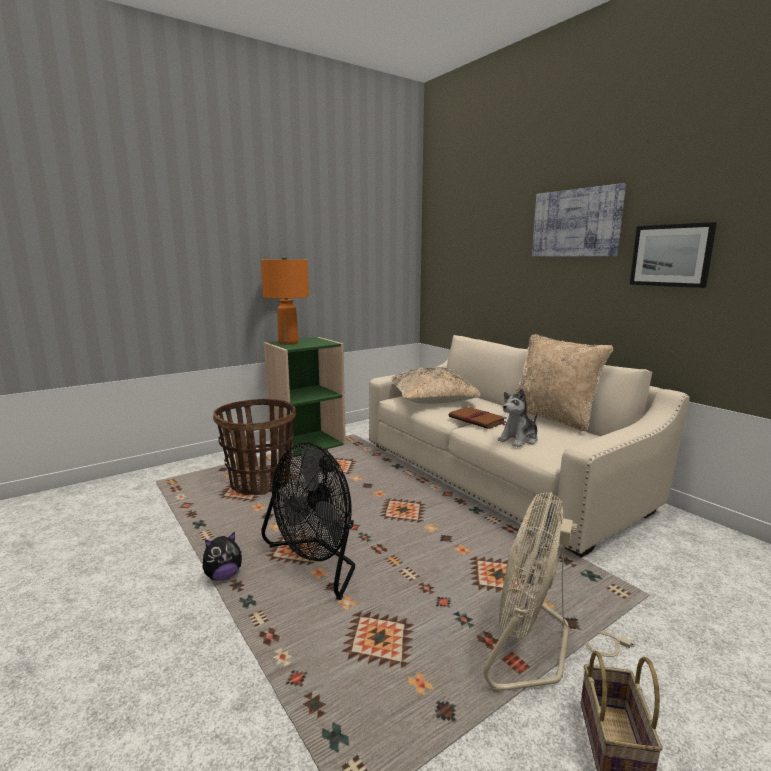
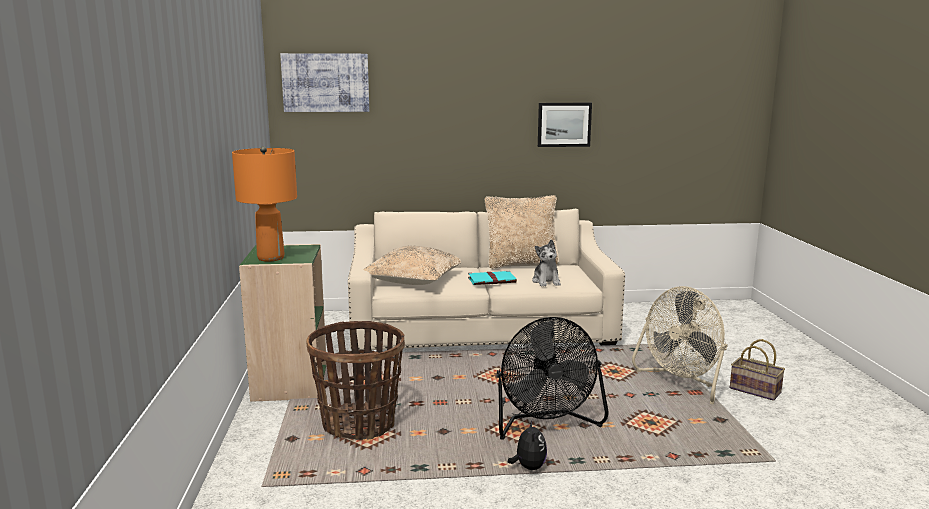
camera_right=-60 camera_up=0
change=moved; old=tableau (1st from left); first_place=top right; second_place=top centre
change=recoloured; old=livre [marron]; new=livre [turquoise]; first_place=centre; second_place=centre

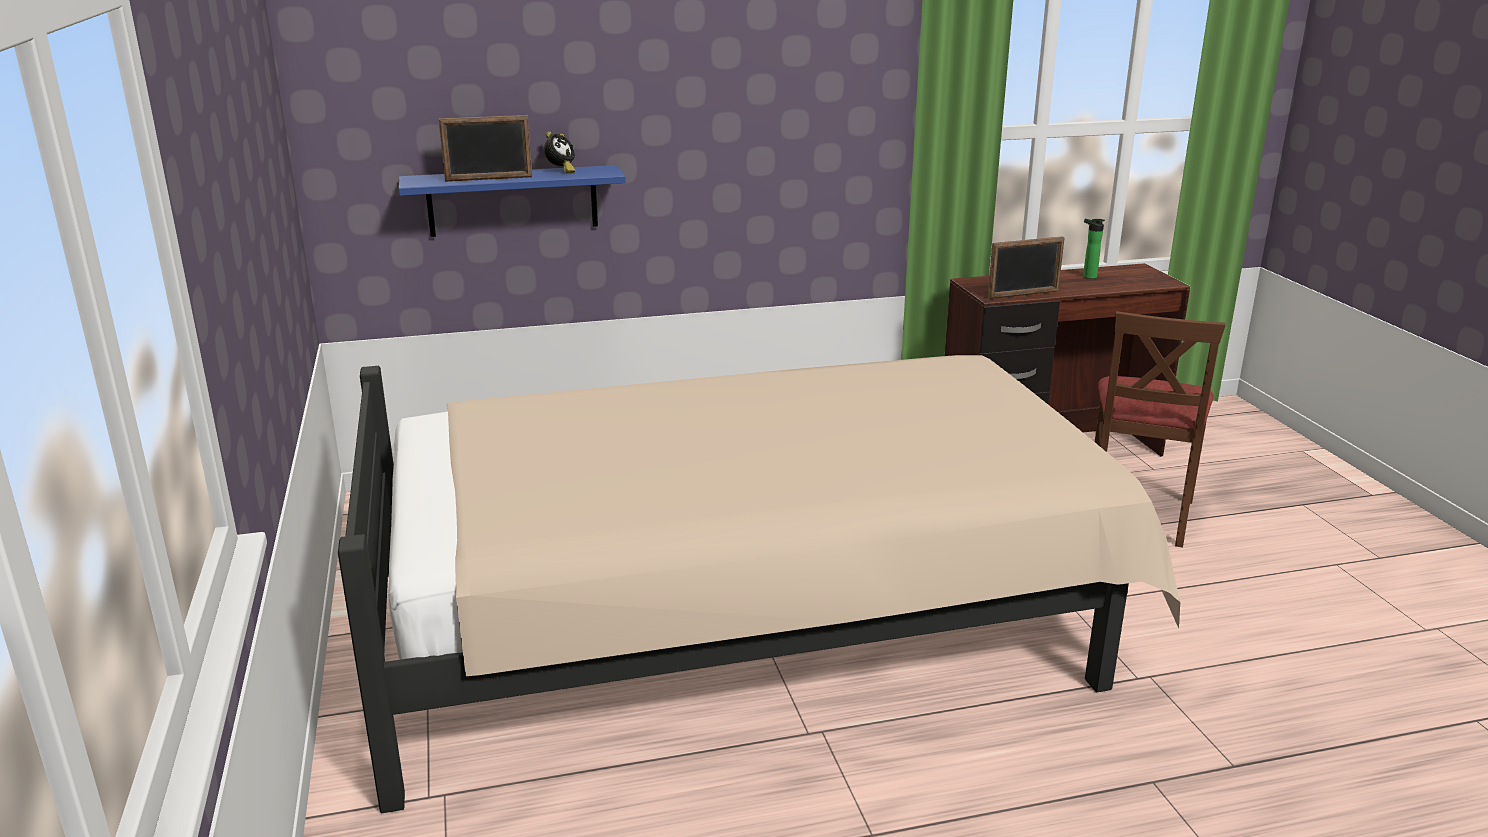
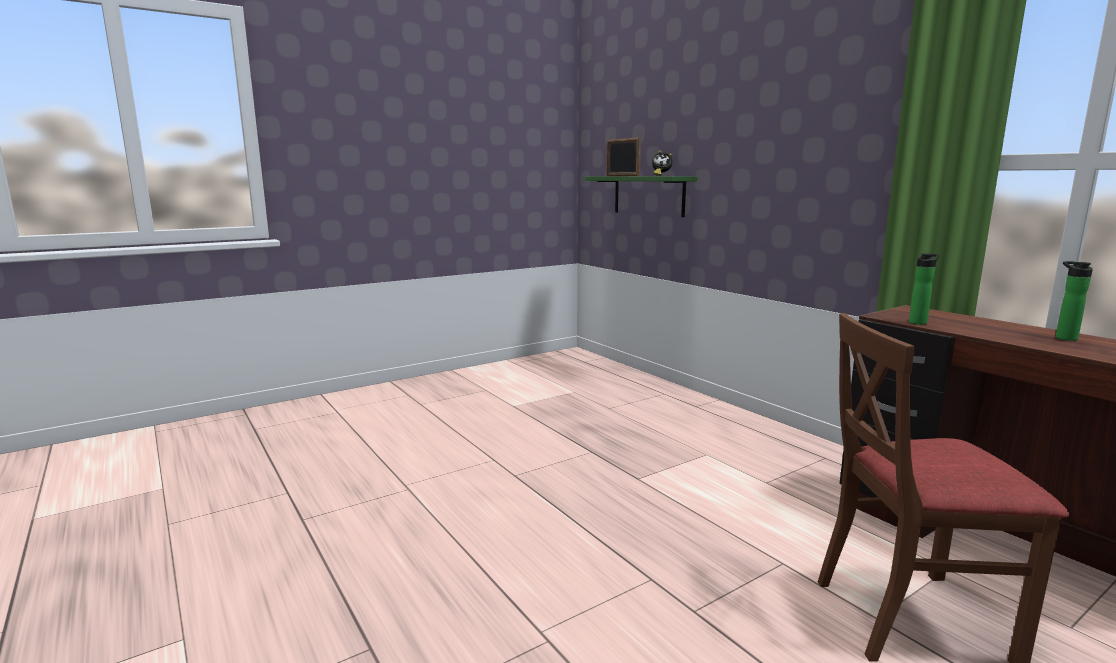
camera_right=70 camera_up=-10
change=recoloured; old=étagère [bleu]; new=étagère [vert]; first_place=top centre; second_place=top centre
change=replaced; old=cadre photo (2nd from left); new=bouteille (1st from left); first_place=top right; second_place=middle right
change=removed; old=lit [beige]; first_place=bottom centre

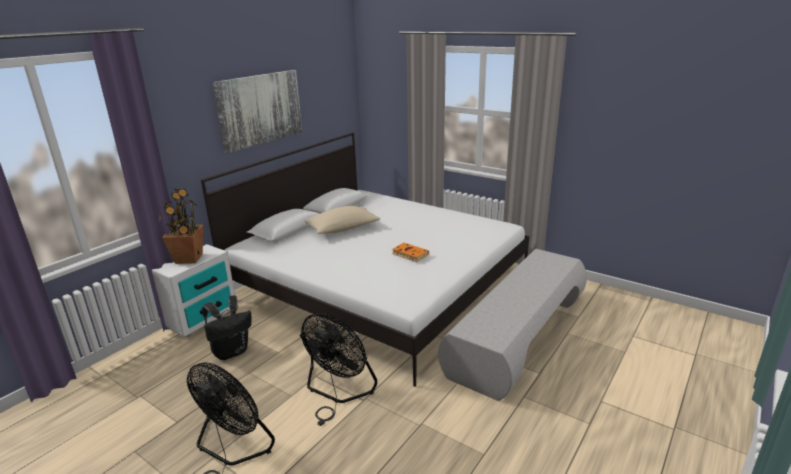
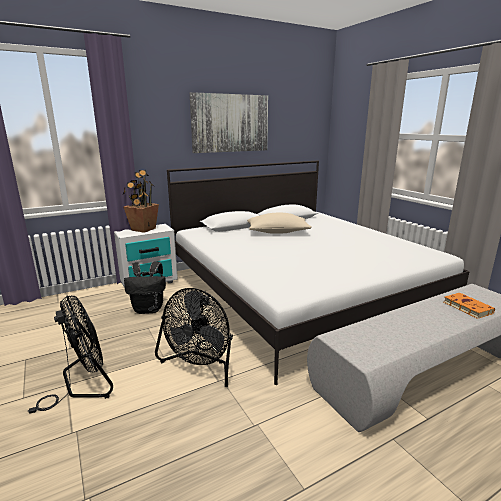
camera_right=25 camera_up=-5
change=moved; old=livre [orange]; first_place=centre; second_place=middle right
change=turned; old=ventilateur [noir] (2nd from left); first_place=bottom centre; second_place=bottom centre; degrees=150

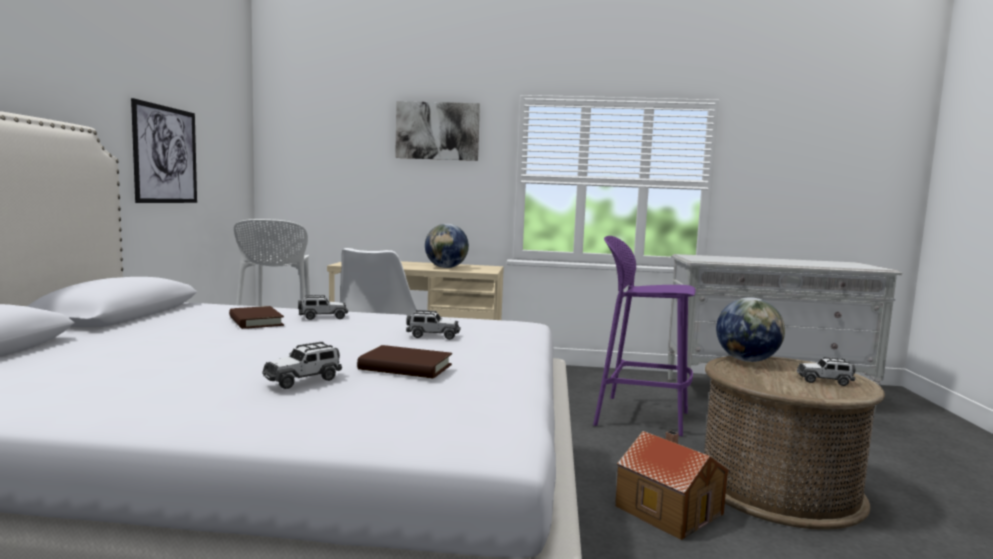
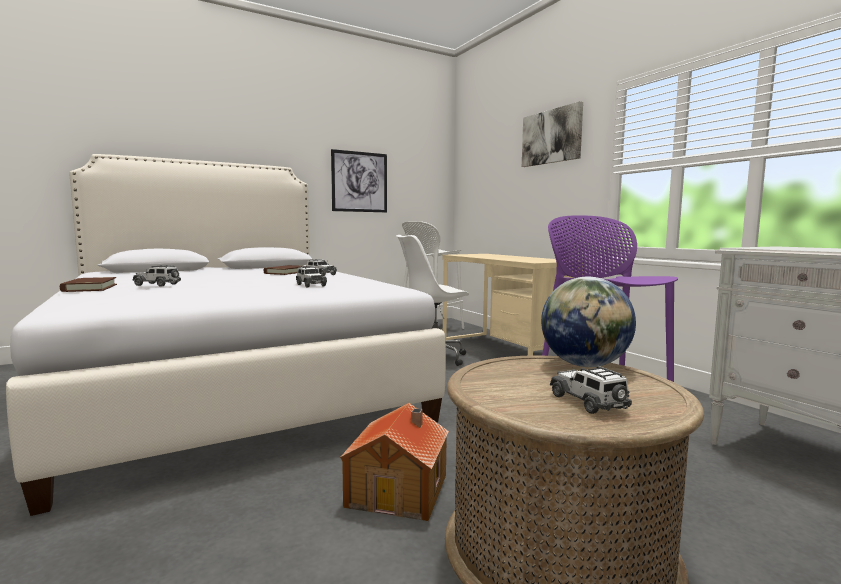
camera_right=55 camera_up=0
change=removed; old=globe (1st from left); first_place=centre
change=moved; old=livre [marron] (2nd from left in the first image); new=livre [marron] (1st from left); first_place=centre; second_place=middle left

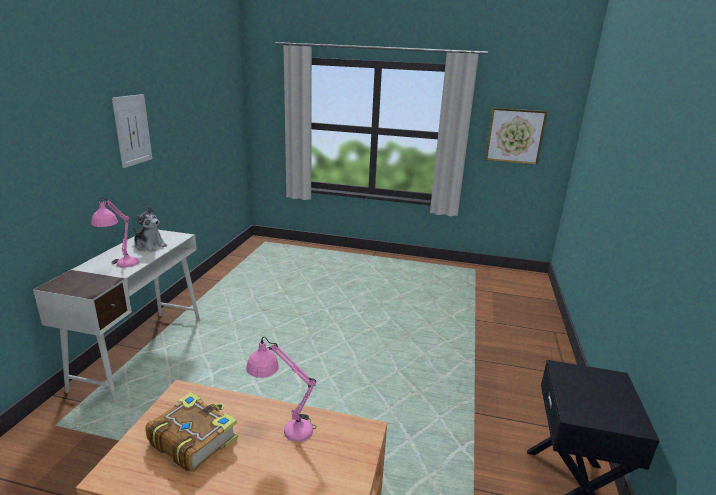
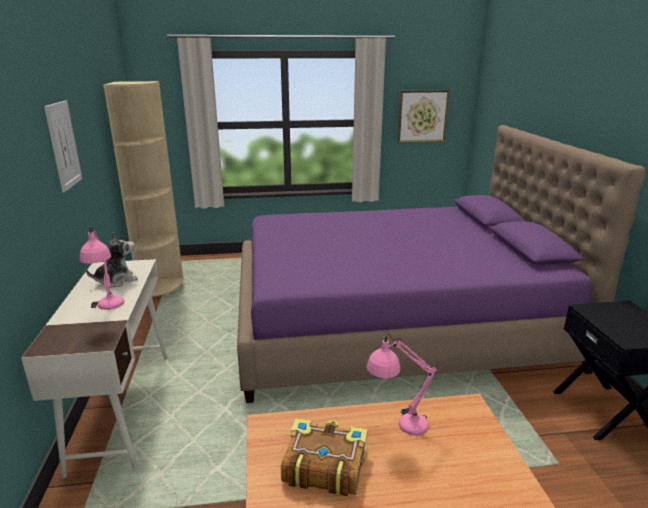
camera_right=-20 camera_up=0
change=turned; old=peluche; first_place=middle left; second_place=middle left; degrees=-45
change=added; new=bibliothèque [beige]; second_place=middle left
change=added; new=lit [violet]; second_place=middle right

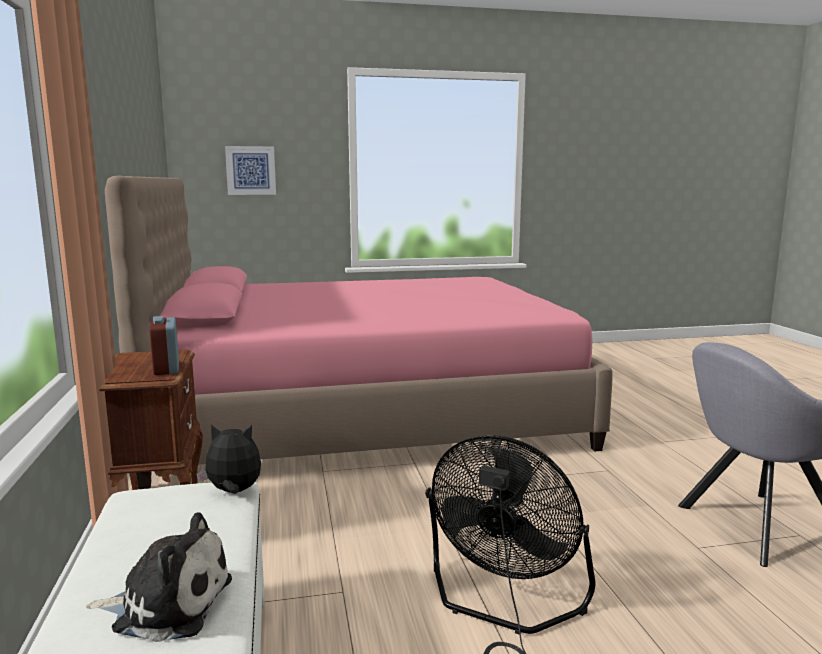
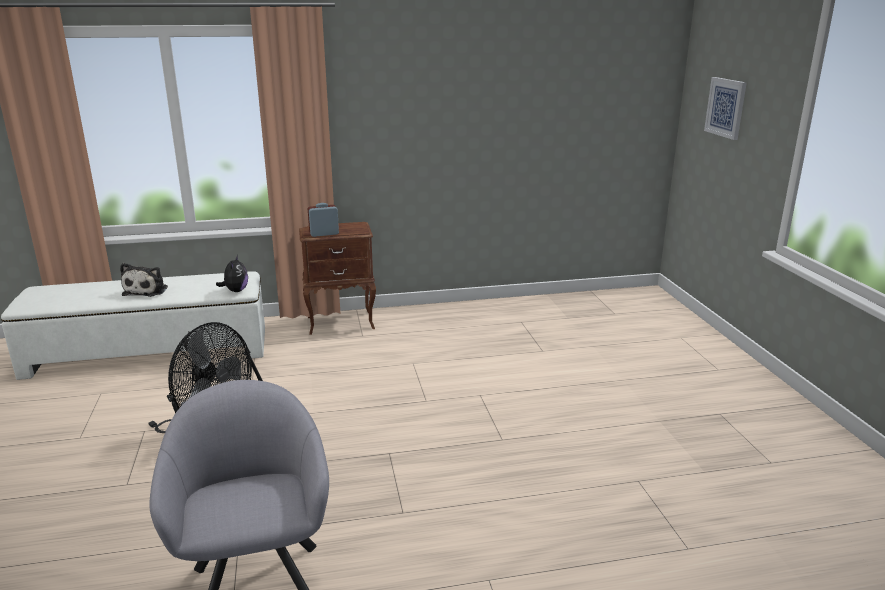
camera_right=90 camera_up=10
change=removed; old=lit [rose]; first_place=centre

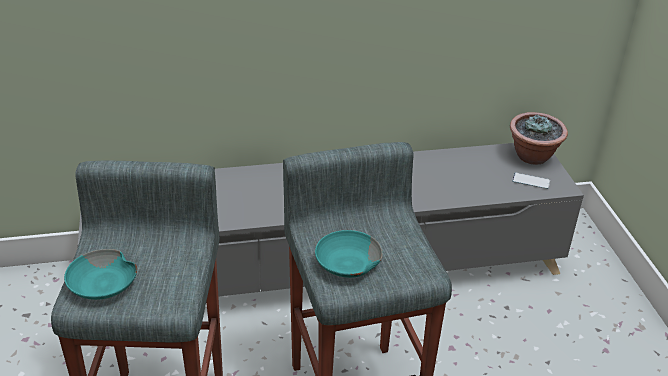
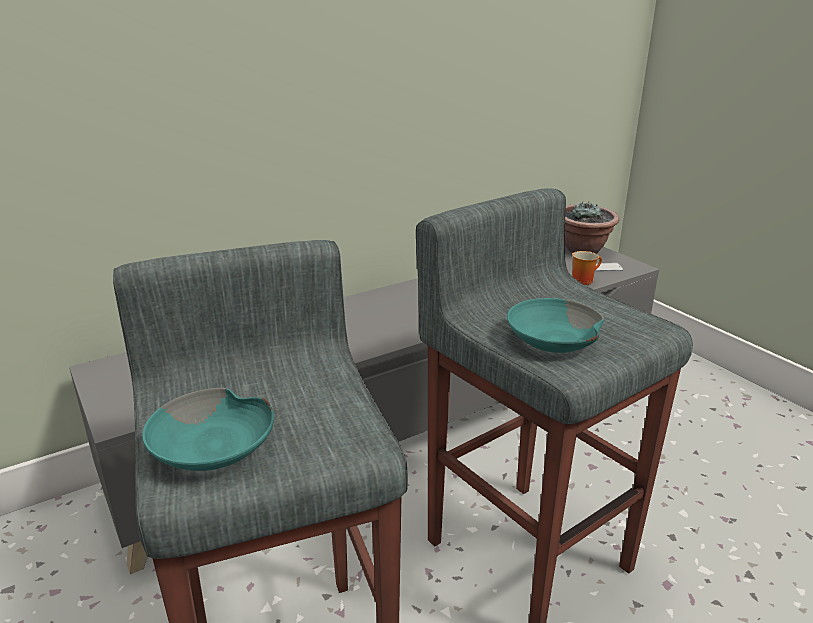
camera_right=-20 camera_up=-10
change=added; new=mug; second_place=middle right

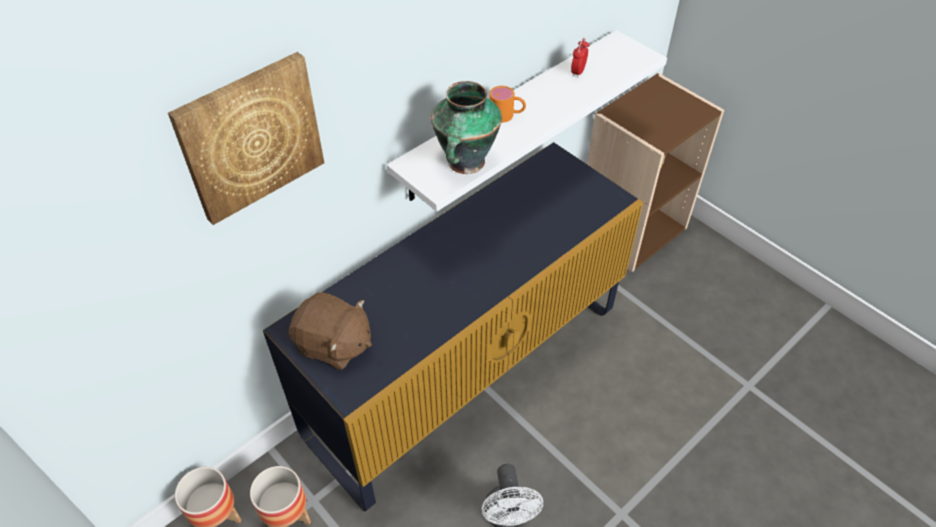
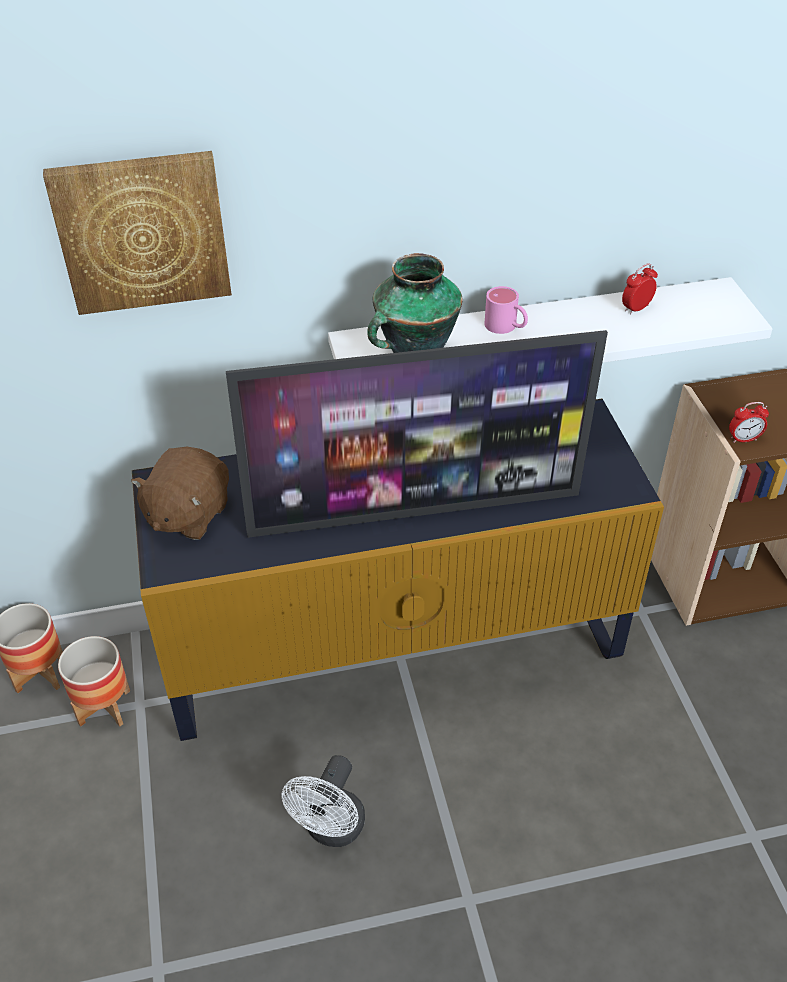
camera_right=30 camera_up=-5
change=recoloured; old=mug [orange]; new=mug [rose]; first_place=top centre; second_place=top centre
change=turned; old=peluche [marron]; first_place=centre; second_place=middle left; degrees=60
change=added; new=téléviseur; second_place=centre
change=added; new=réveil (2nd from left); second_place=middle right

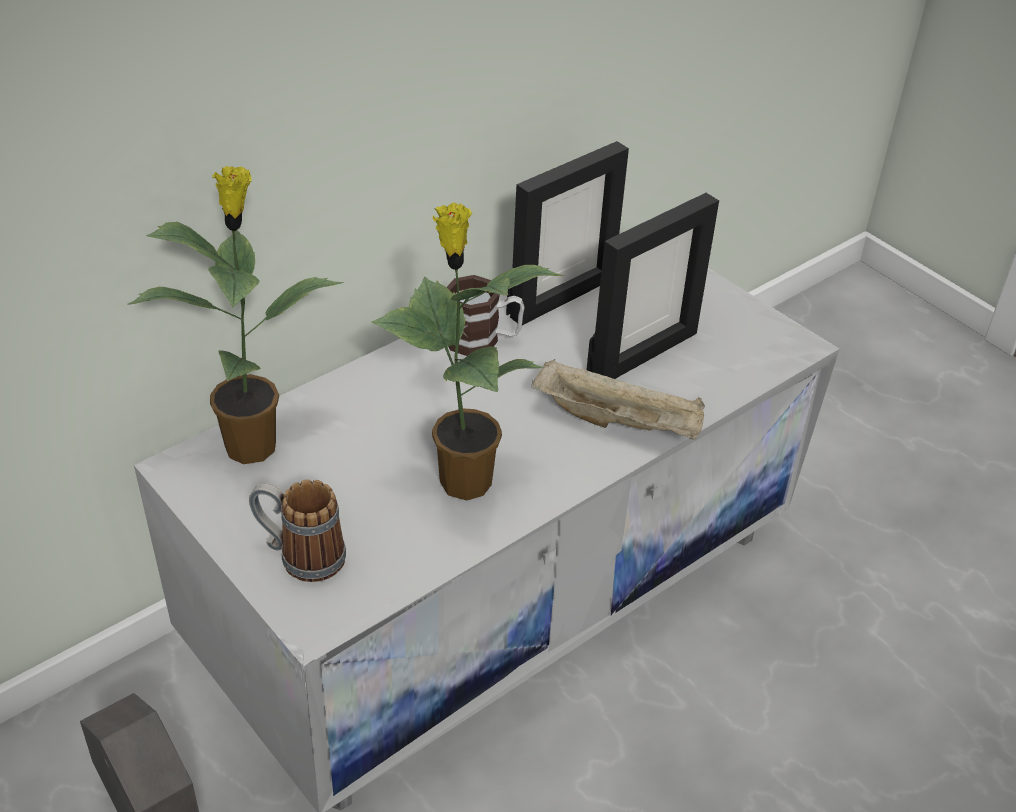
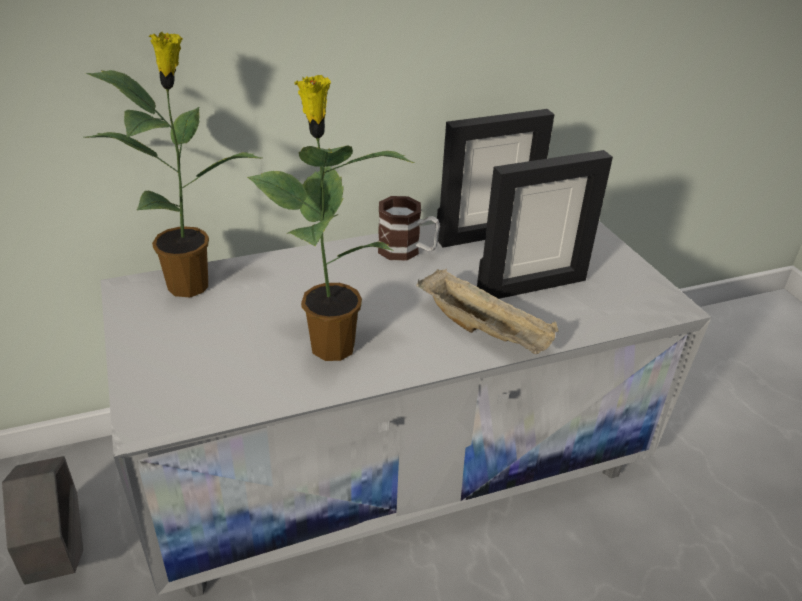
camera_right=20 camera_up=-5
change=removed; old=mug (1st from left); first_place=middle left

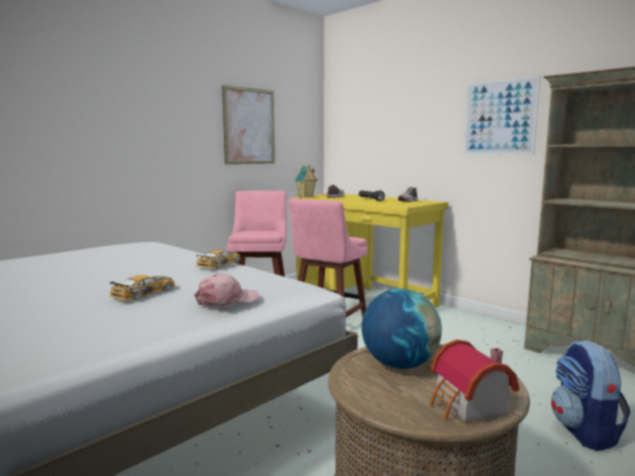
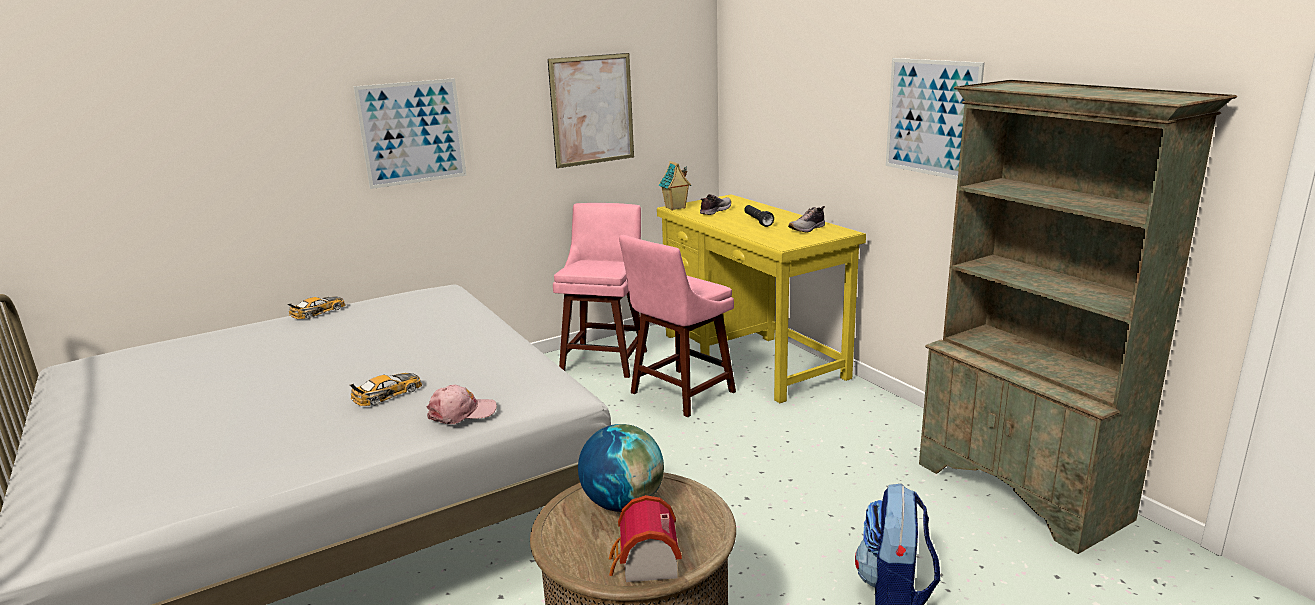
camera_right=15 camera_up=10
change=moved; old=petite voiture (2nd from left in the first image); new=petite voiture (1st from left); first_place=centre; second_place=middle left
change=added; new=tableau (1st from left); second_place=top left

